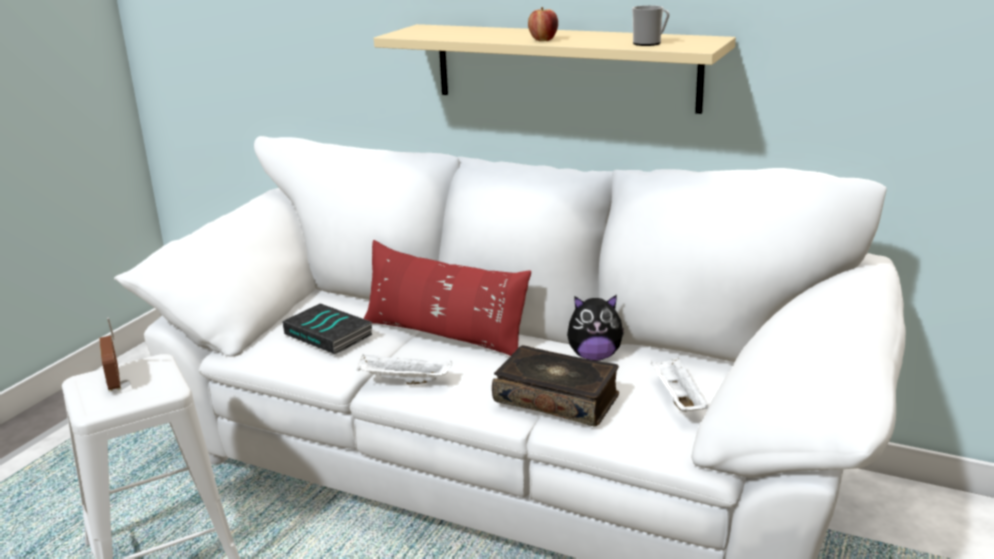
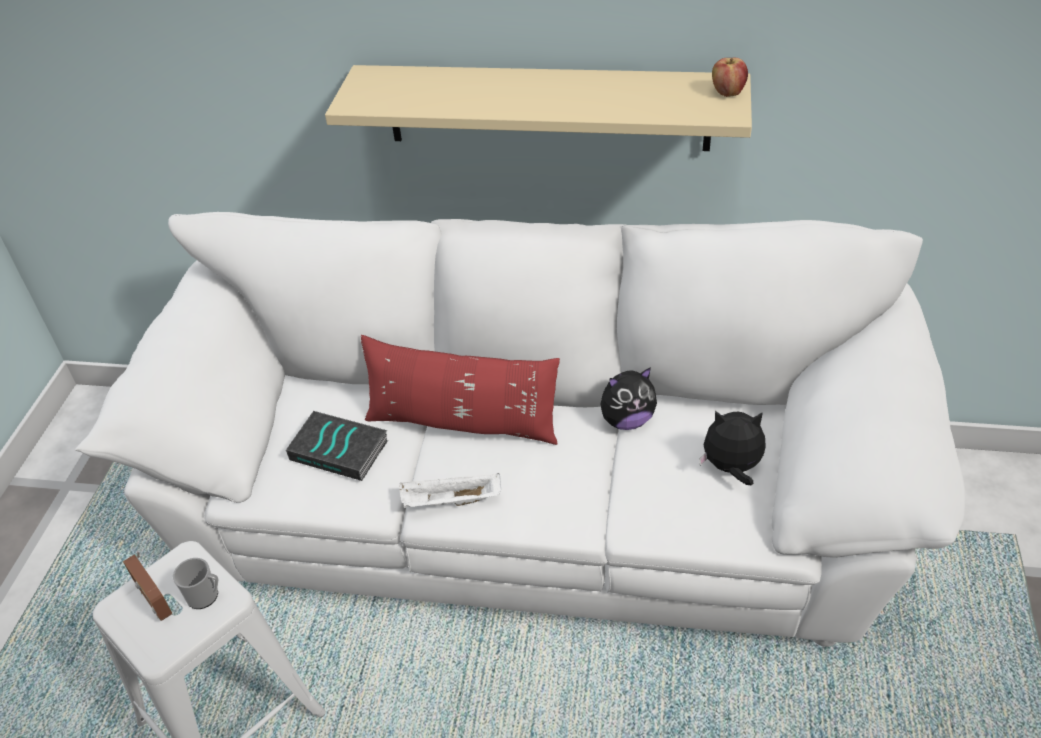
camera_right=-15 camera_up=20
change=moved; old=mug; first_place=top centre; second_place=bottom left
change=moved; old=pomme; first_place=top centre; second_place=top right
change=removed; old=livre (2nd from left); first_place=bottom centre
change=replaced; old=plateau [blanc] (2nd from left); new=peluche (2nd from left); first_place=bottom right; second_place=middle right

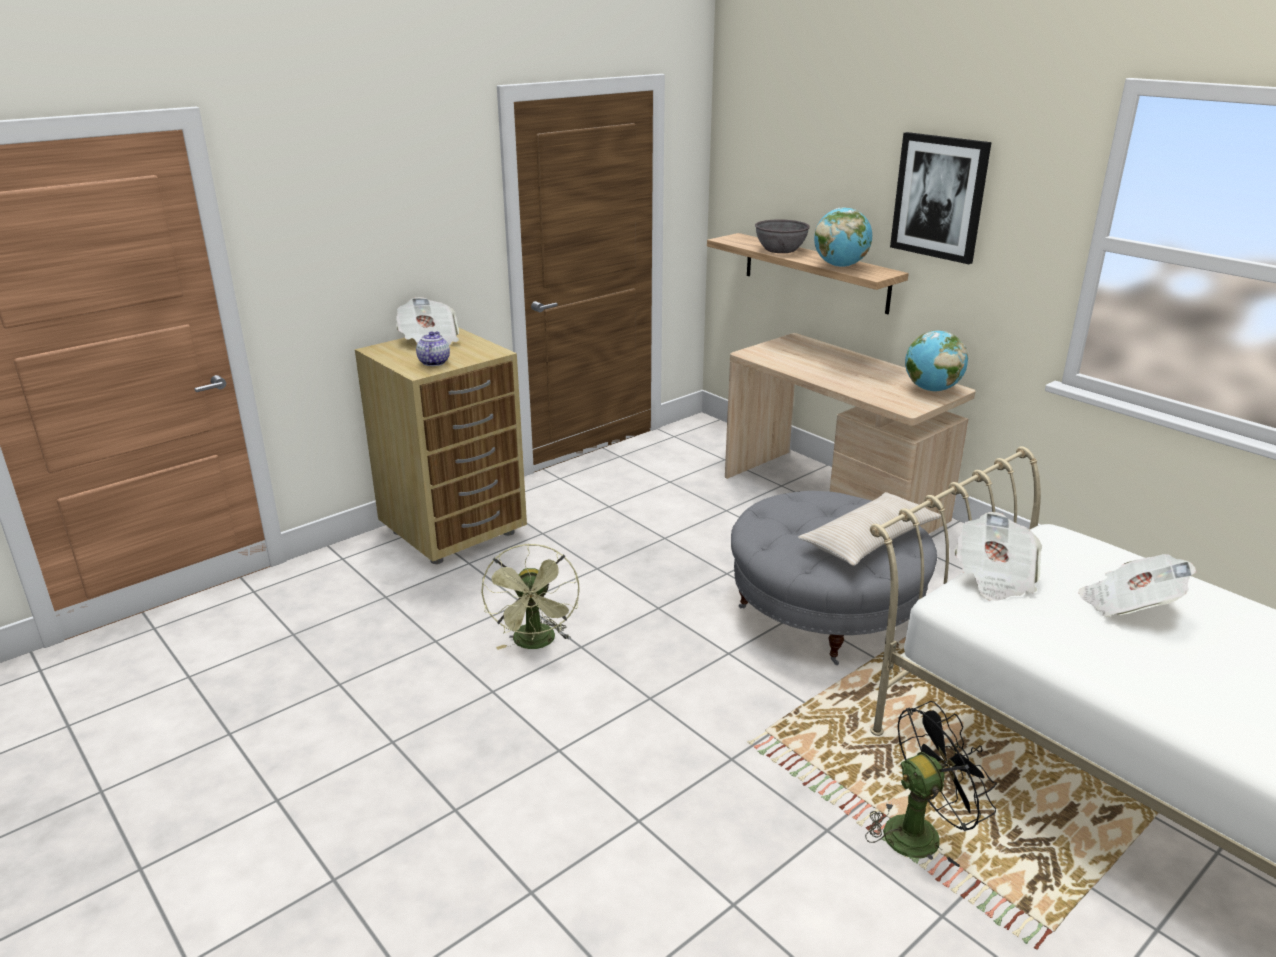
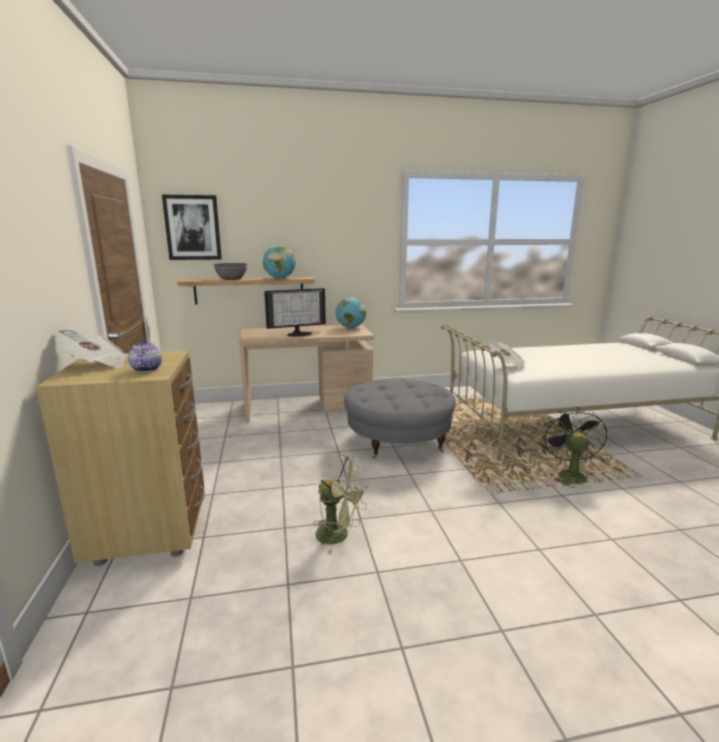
camera_right=-60 camera_up=-10
change=moved; old=tableau; first_place=top right; second_place=top left
change=turned; old=théière; first_place=centre; second_place=middle left; degrees=45
change=removed; old=coussin [beige]; first_place=middle right
change=removed; old=journal (3rd from left); first_place=middle right
change=added; new=écran d'ordinateur; second_place=centre

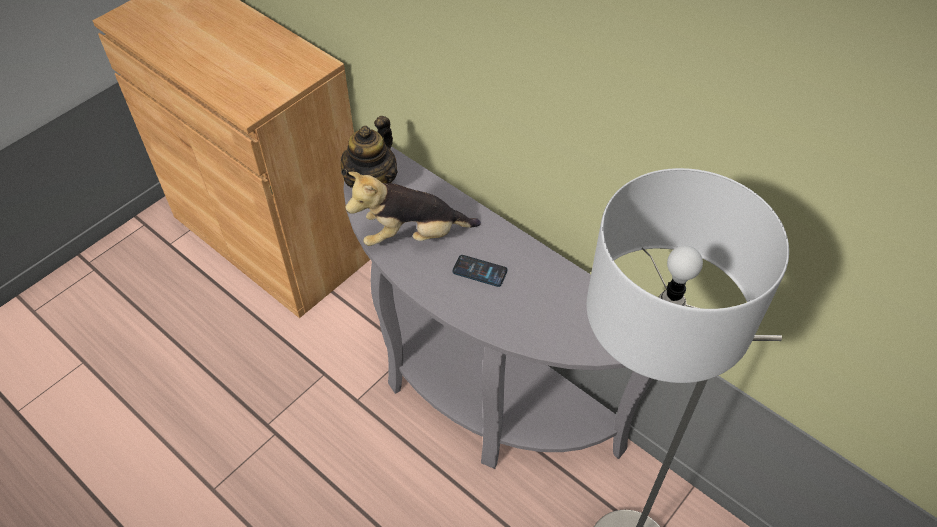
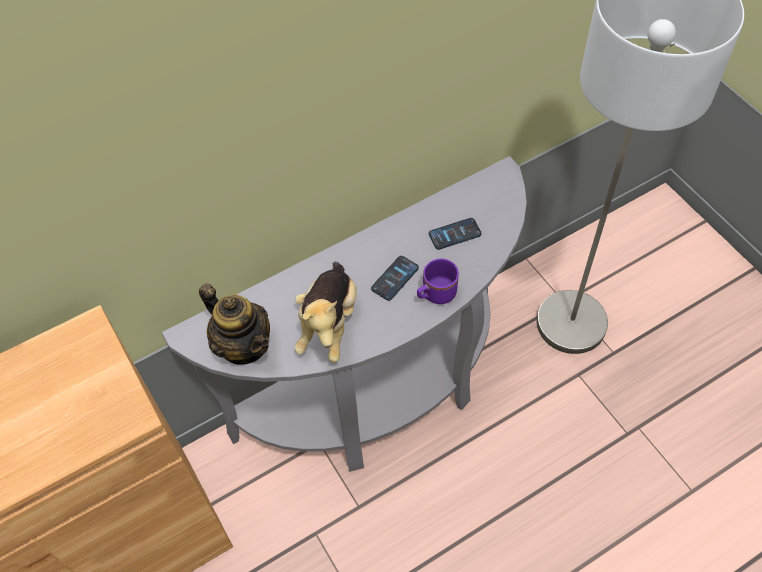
camera_right=-70 camera_up=5
change=added; new=téléphone (2nd from left); second_place=centre
change=added; new=mug [violet]; second_place=centre

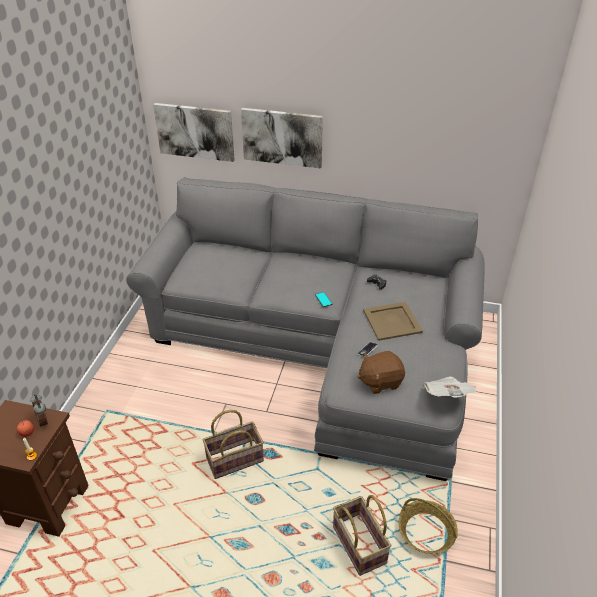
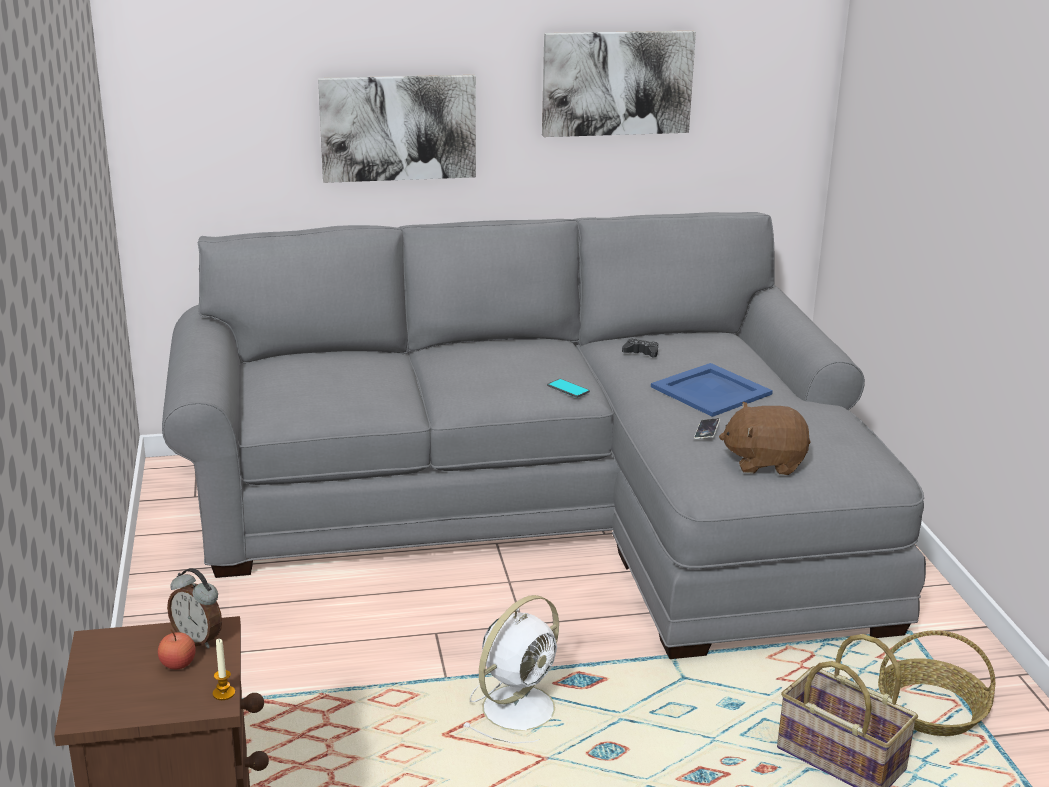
camera_right=-25 camera_up=-15
change=moved; old=tableau (1st from left in the first image); new=tableau (2nd from left); first_place=top left; second_place=top centre
change=recoloured; old=plateau [beige]; new=plateau [bleu]; first_place=centre; second_place=middle right
change=turned; old=peluche [marron]; first_place=centre; second_place=middle right; degrees=45
change=removed; old=journal; first_place=middle right
change=replaced; old=panier (1st from left); new=ventilateur [blanc]; first_place=bottom centre; second_place=bottom centre

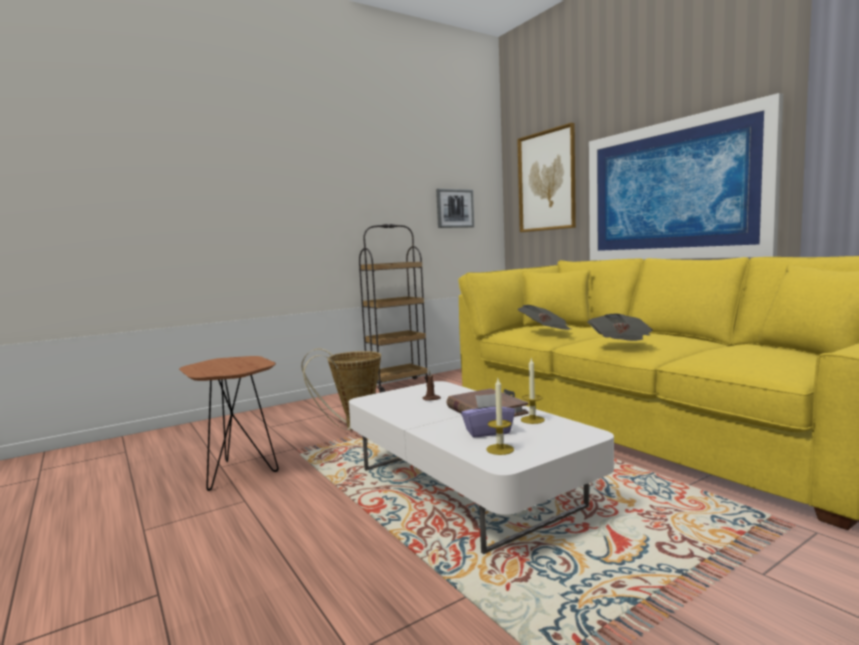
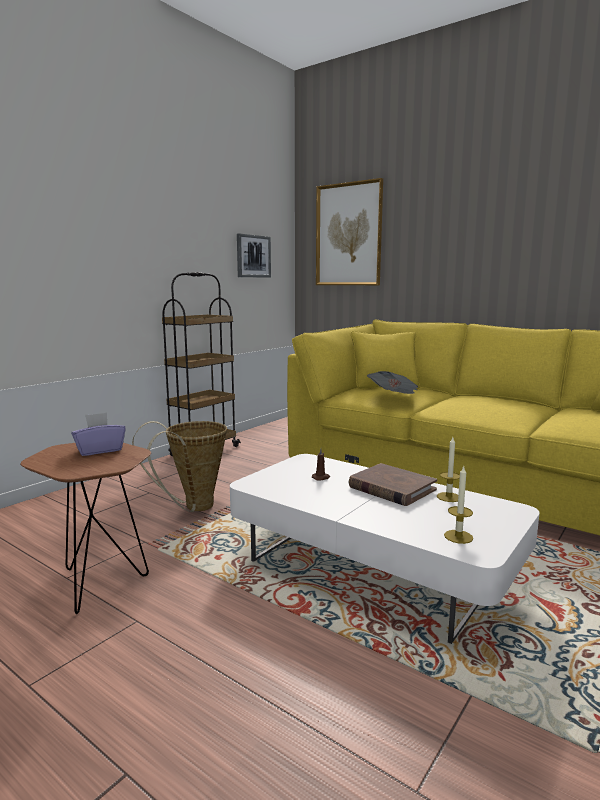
camera_right=-20 camera_up=5
change=removed; old=tableau (3rd from left); first_place=top right
change=removed; old=journal (2nd from left); first_place=middle right
change=moved; old=boîte à mouchoirs [violet]; first_place=centre; second_place=middle left

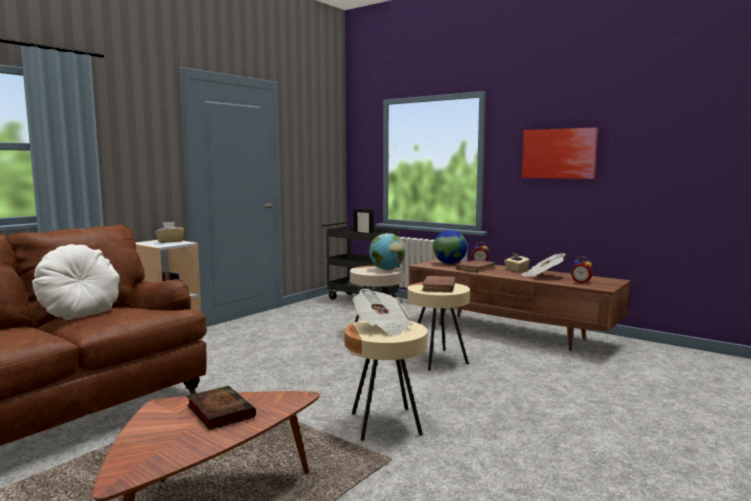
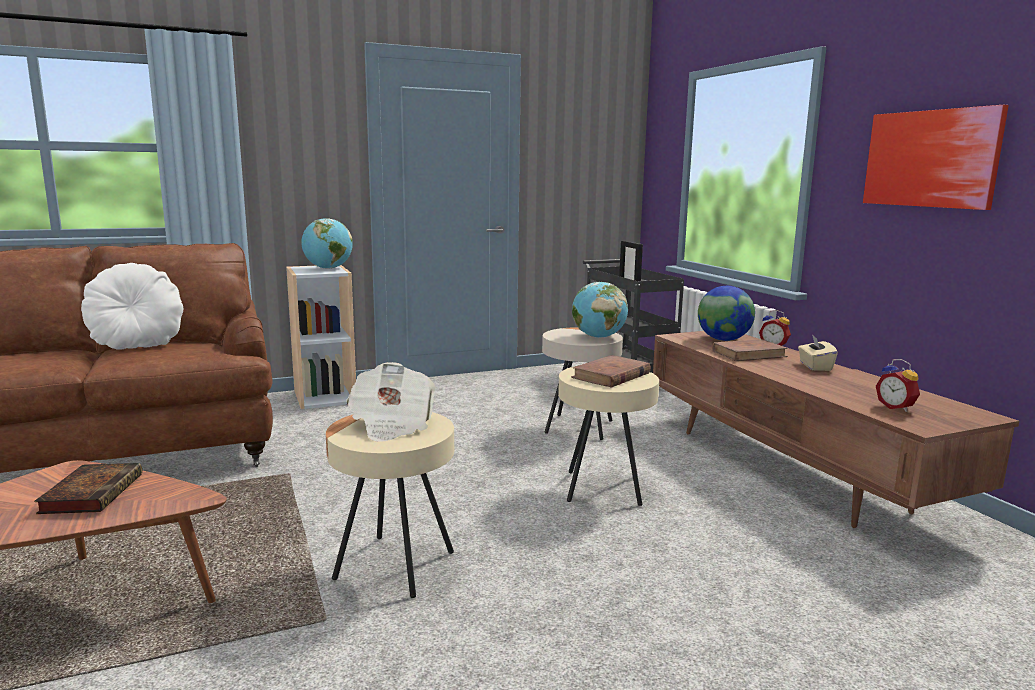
camera_right=30 camera_up=5
change=replaced; old=boîte à mouchoirs [beige] (1st from left); new=globe (1st from left); first_place=middle left; second_place=middle left
change=removed; old=journal (2nd from left); first_place=middle right

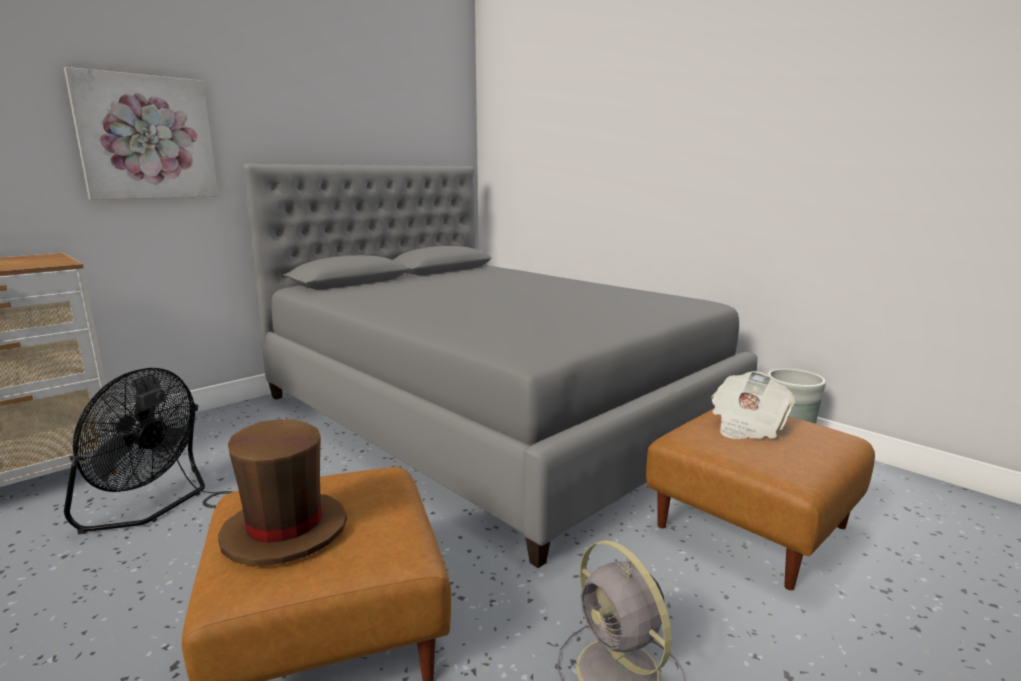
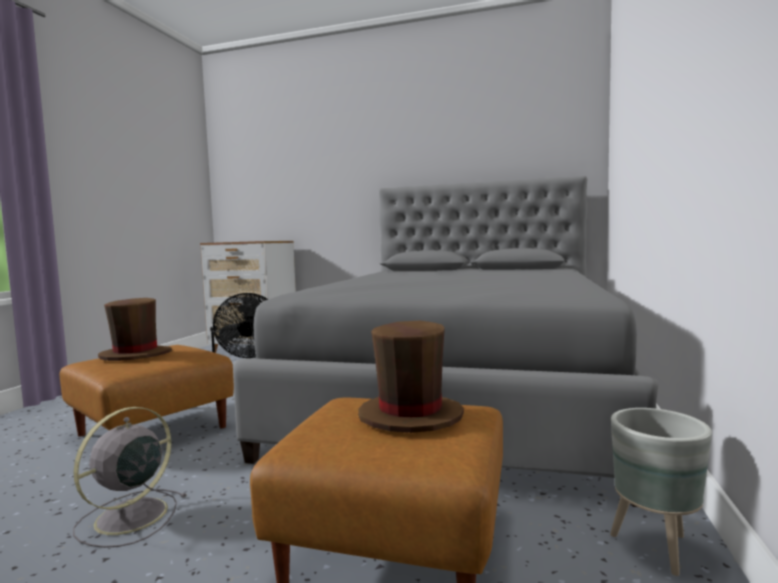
camera_right=60 camera_up=-10
change=removed; old=tableau; first_place=top left
change=replaced; old=journal; new=chapeau [marron] (2nd from left); first_place=middle right; second_place=centre

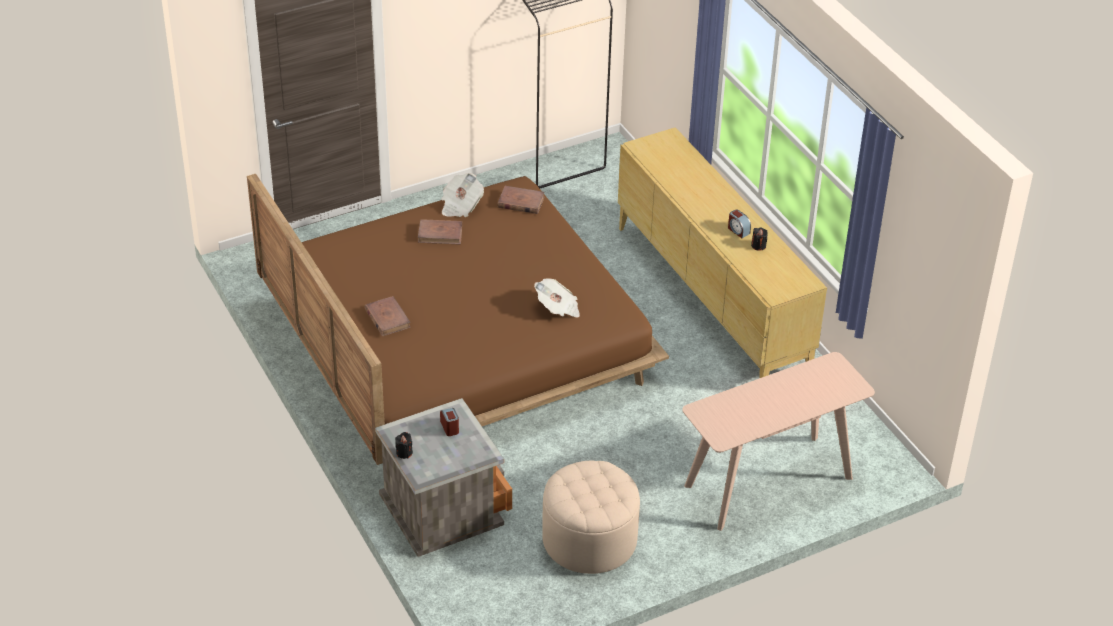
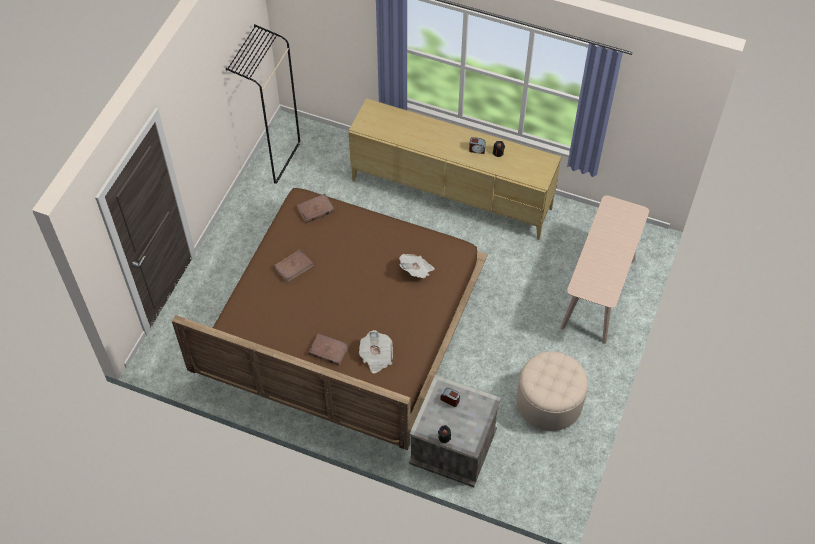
camera_right=-40 camera_up=15
change=moved; old=journal (1st from left); first_place=top centre; second_place=centre

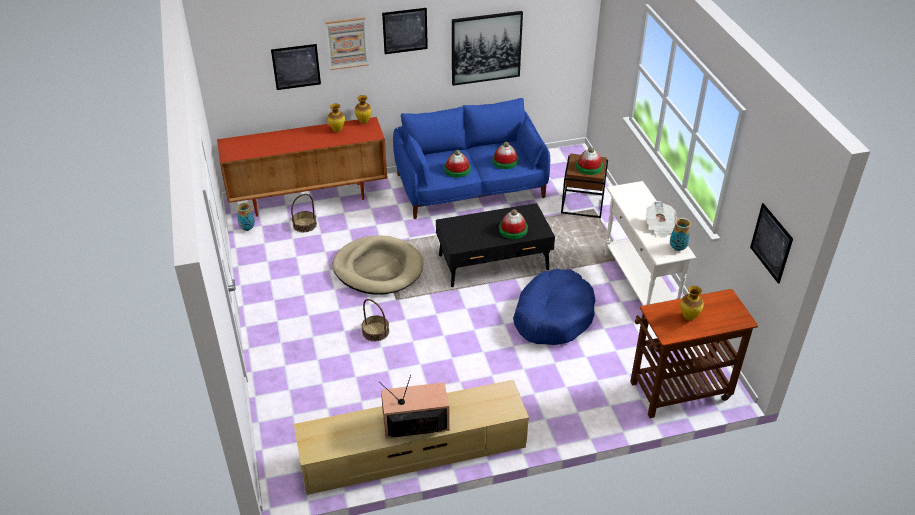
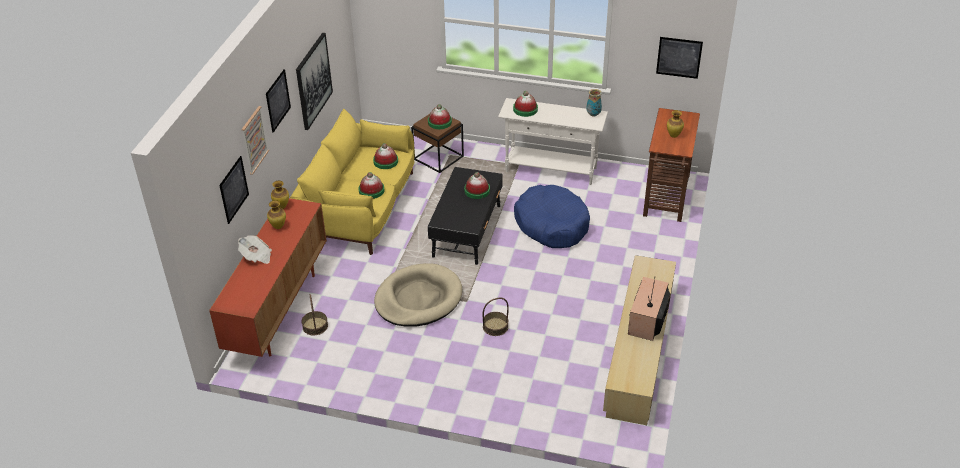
camera_right=-60 camera_up=0
change=recoloured; old=canapé [bleu]; new=canapé [jaune]; first_place=top centre; second_place=centre
change=moved; old=journal; first_place=middle right; second_place=middle left
change=removed; old=vase (1st from left); first_place=middle left
change=added; new=chapeau (5th from left); second_place=top centre

